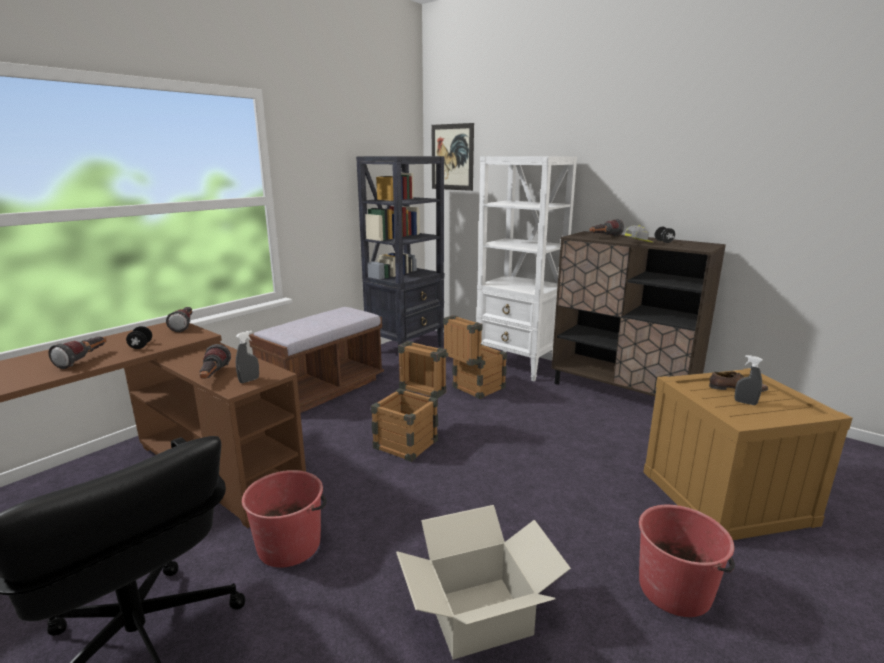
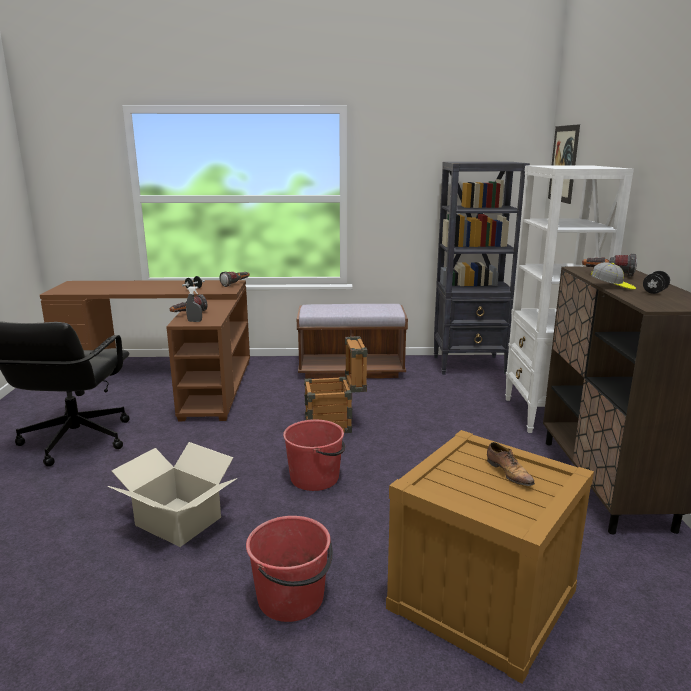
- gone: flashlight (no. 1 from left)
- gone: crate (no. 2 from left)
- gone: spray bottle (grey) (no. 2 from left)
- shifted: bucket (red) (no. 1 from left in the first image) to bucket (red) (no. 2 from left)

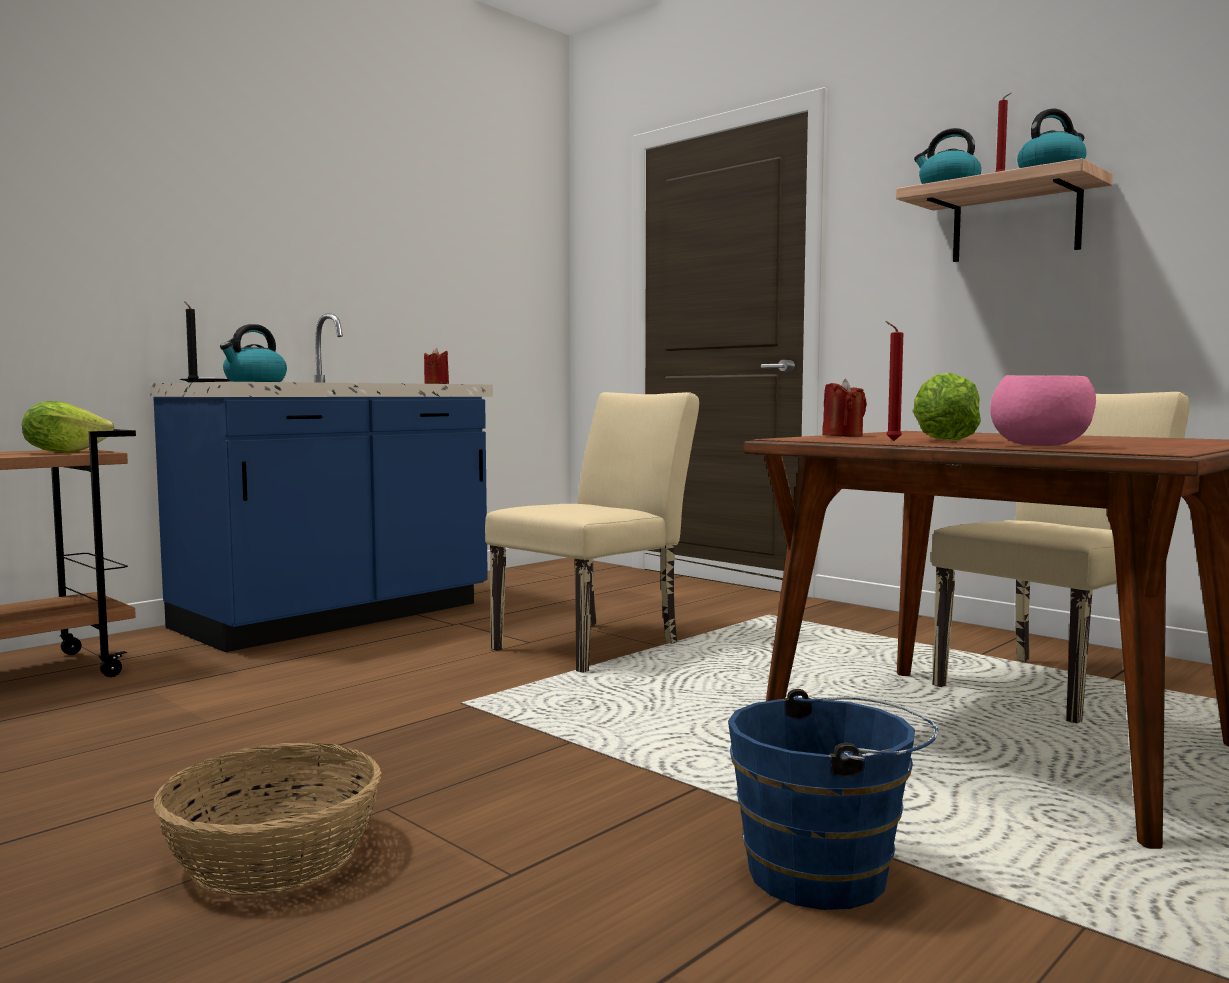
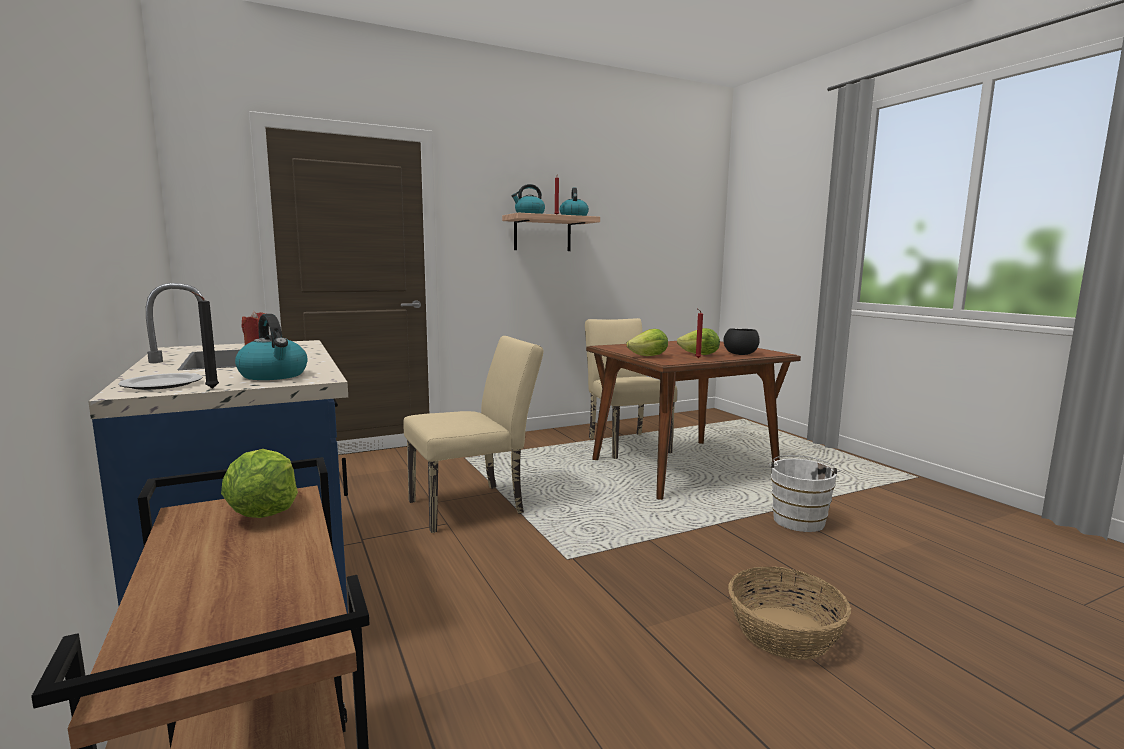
- swapped: candle (red) (no. 2 from left) to lettuce (no. 2 from left)
- repainted: bucket (blue) to bucket (white)
- repainted: bowl (pink) to bowl (black)
- rotated: chair (beige) (no. 1 from left) 90 degrees clockwise

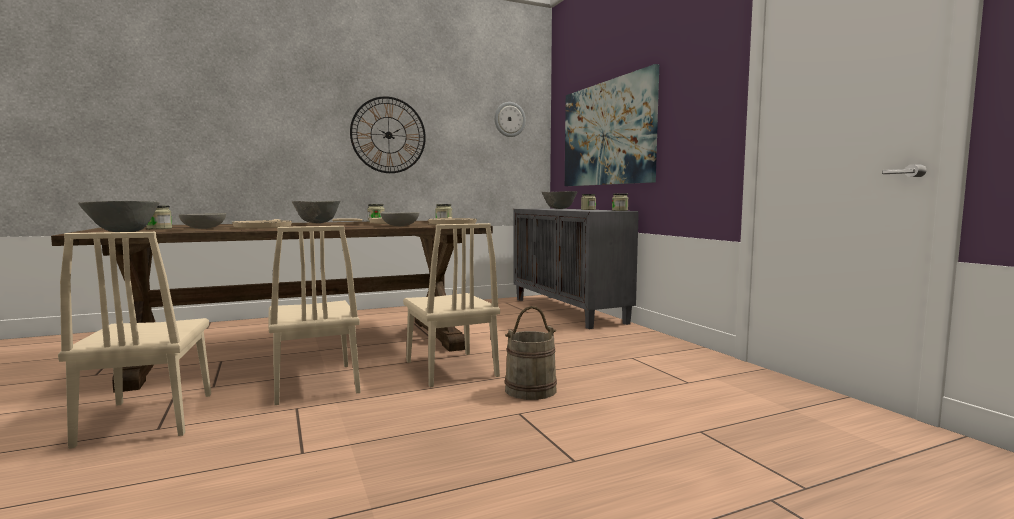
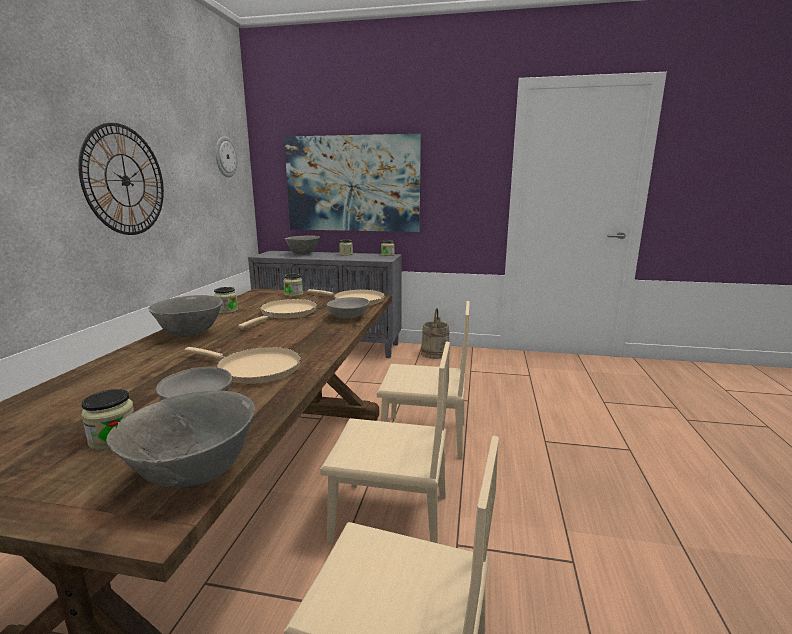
- shifted: bucket (beige)

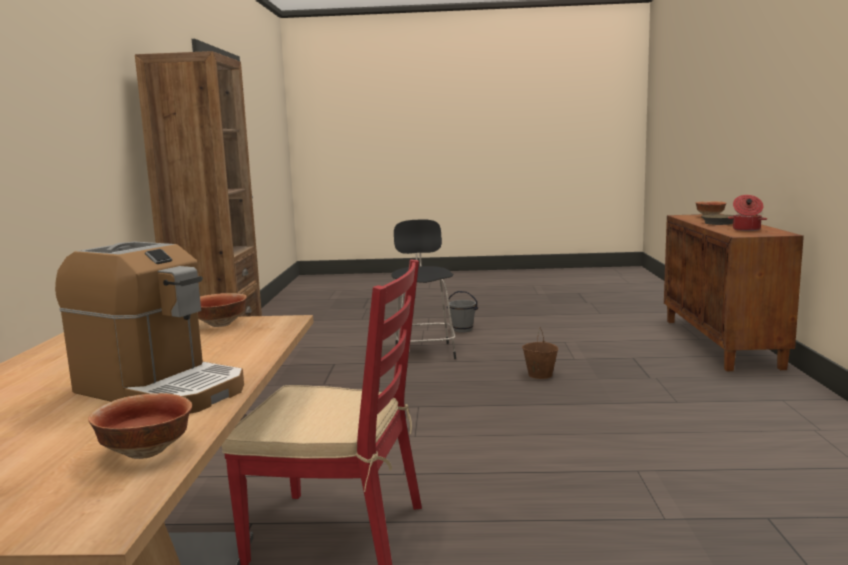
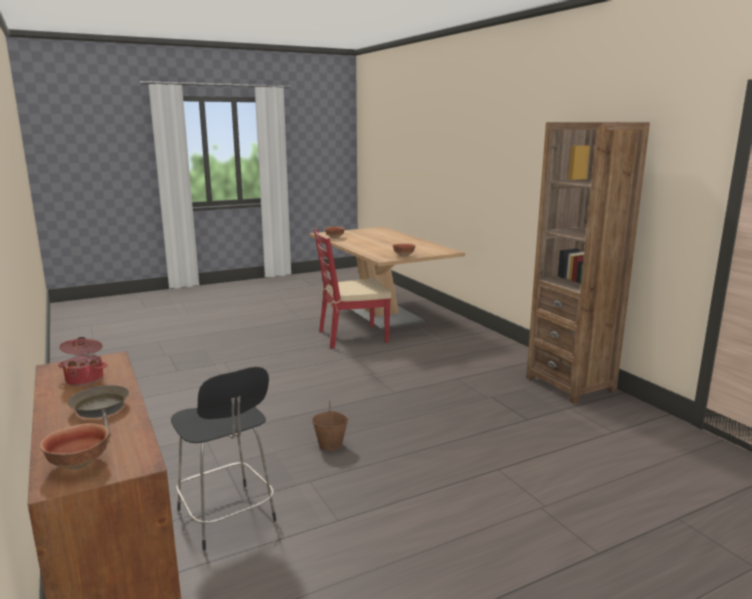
- gone: coffee machine
- gone: bucket (grey)
- shifted: stool (black)

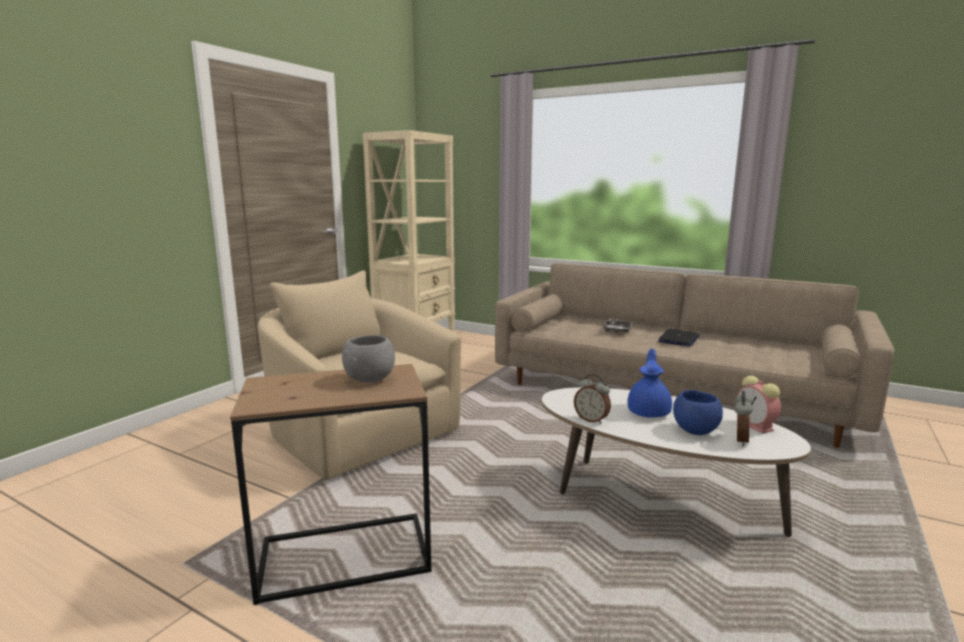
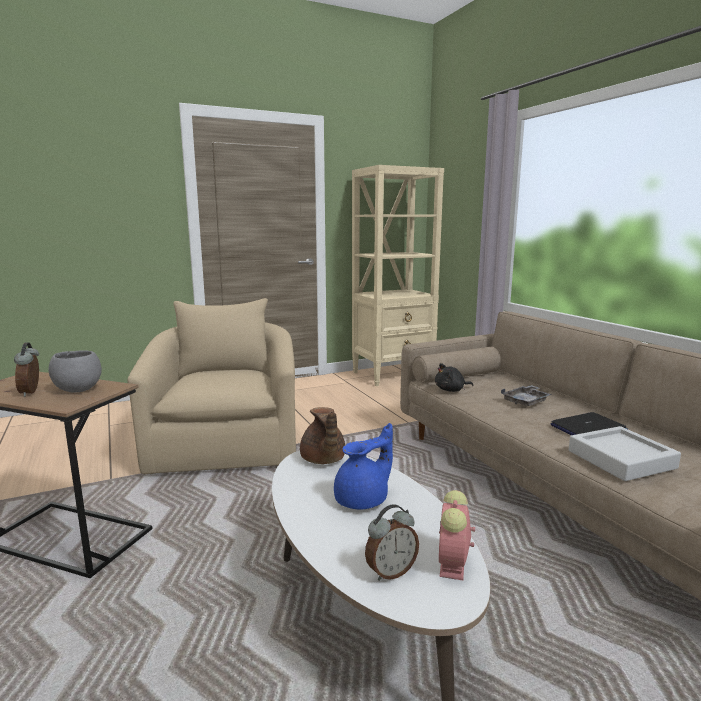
- gone: bowl (blue)
- new: teapot (brown)
- new: plush toy (black)
- new: tray (grey) (no. 2 from left)
- shifted: alarm clock (no. 1 from left)

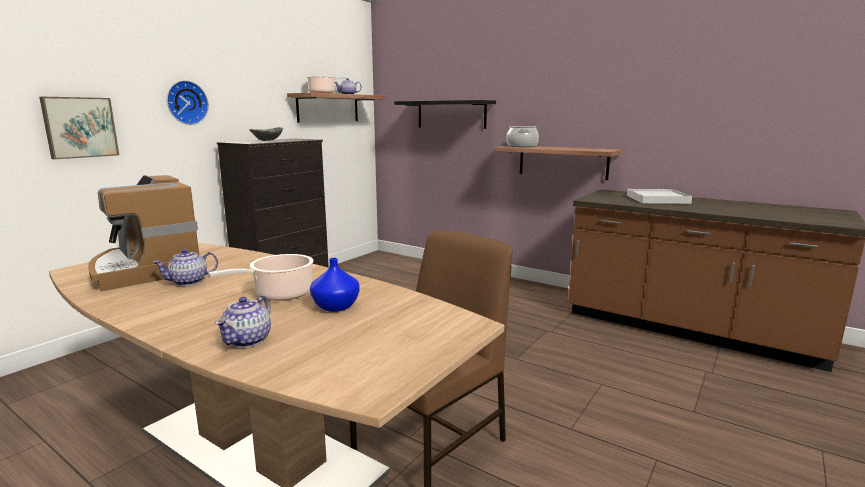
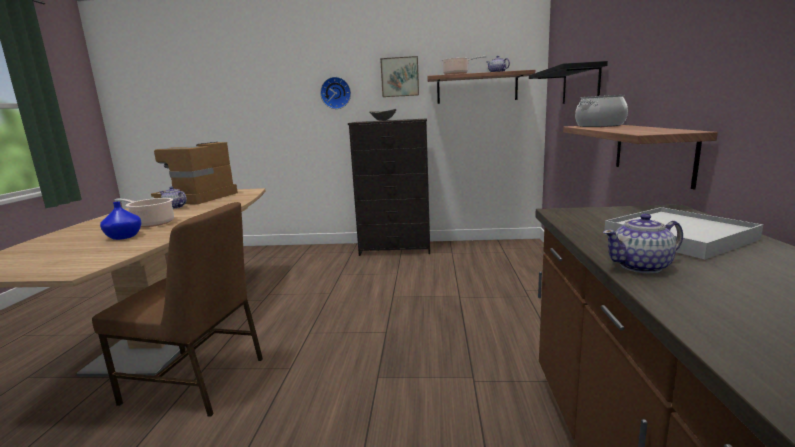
- shifted: picture
- shifted: teapot (no. 2 from left in the first image) to teapot (no. 3 from left)

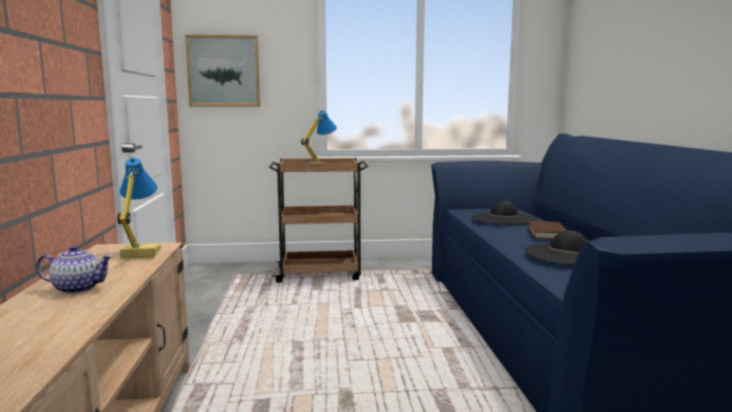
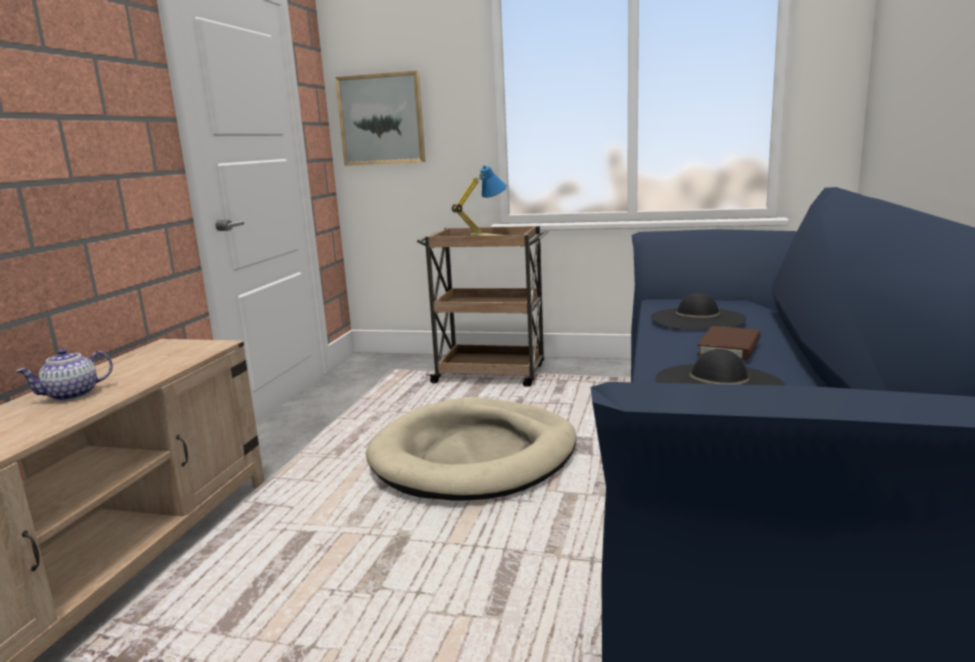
- gone: table lamp (no. 1 from left)
- new: dog bed (beige)
- rotated: teapot 120 degrees clockwise

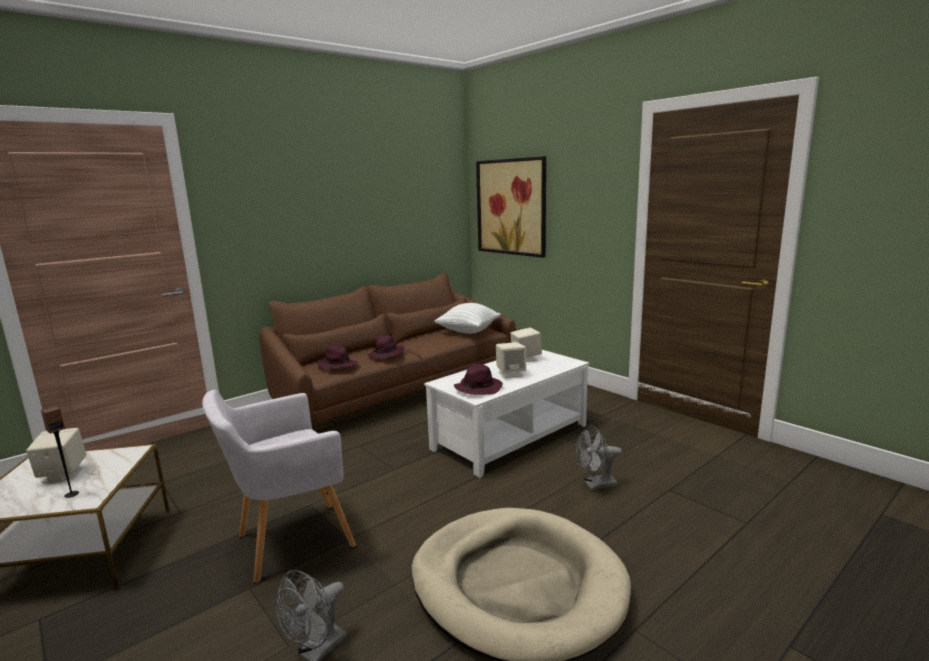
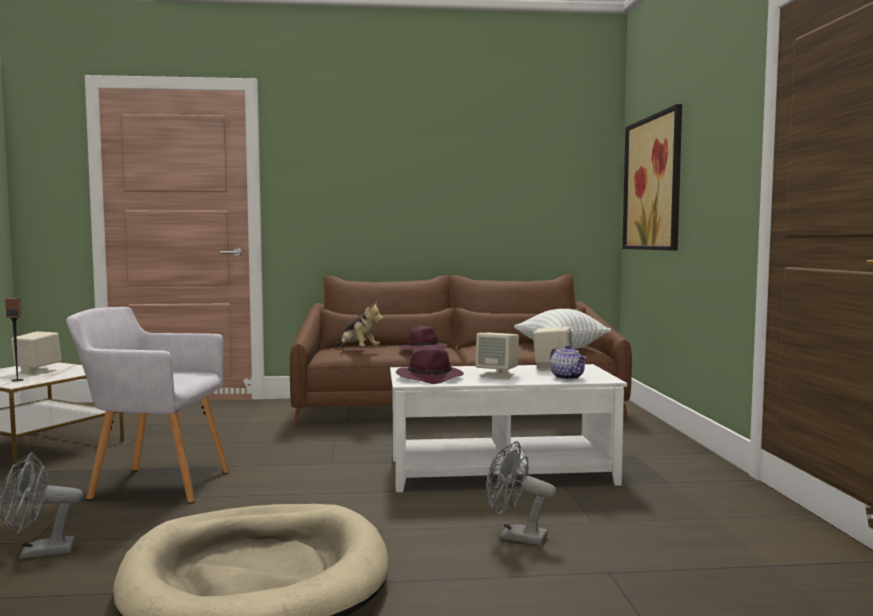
- new: teapot
- swapped: hat (purple) (no. 1 from left) to plush toy

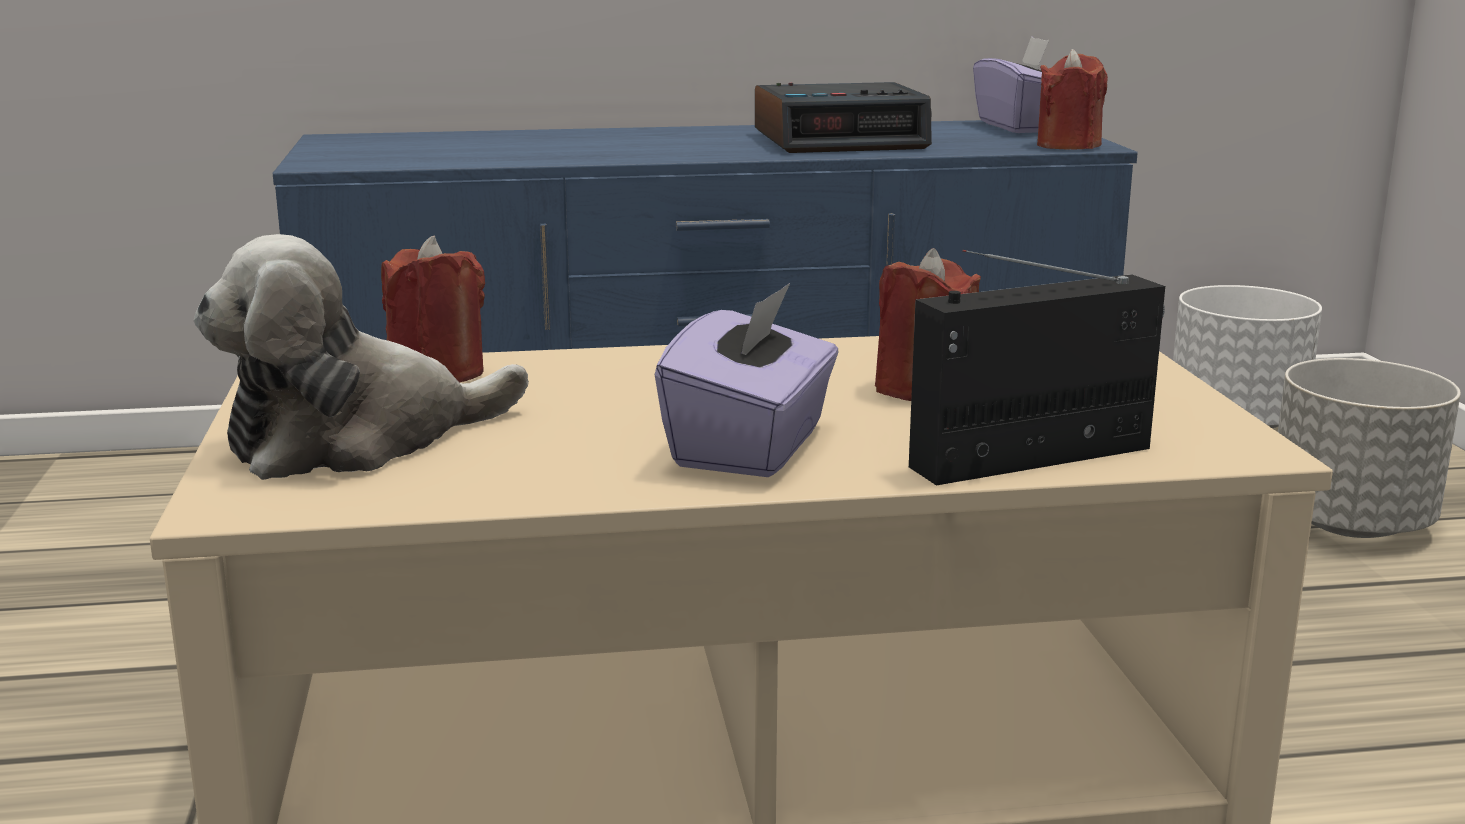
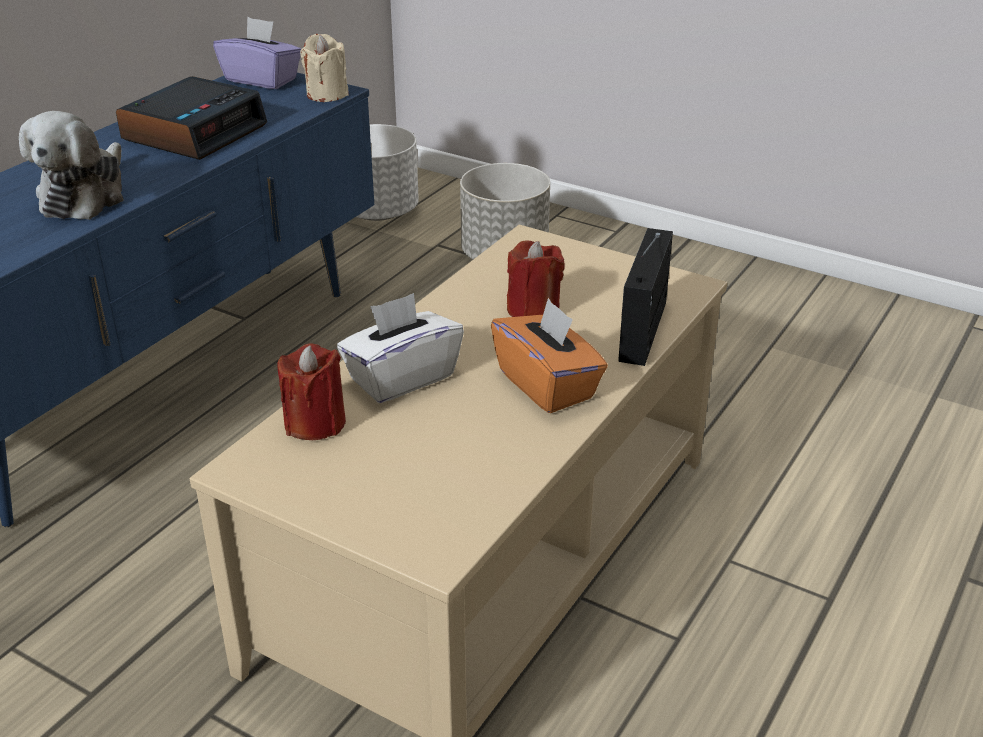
- new: tissue box (white)
- shifted: plush toy
- repainted: tissue box (purple) (no. 1 from left) to tissue box (orange)
- repainted: candle (red) (no. 3 from left) to candle (beige)

